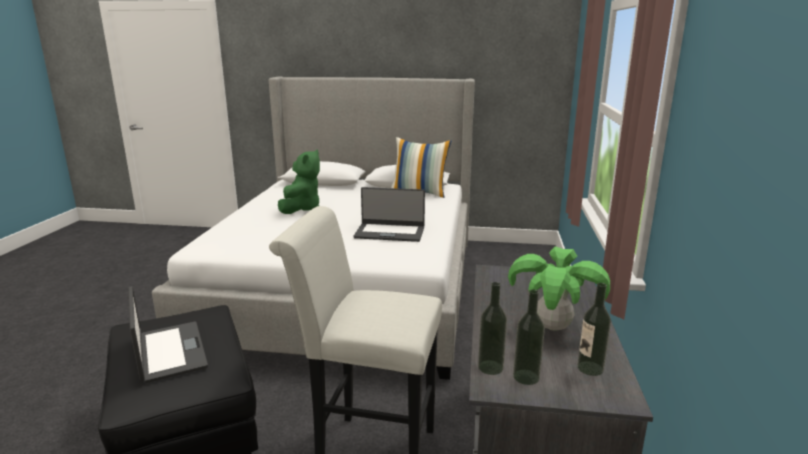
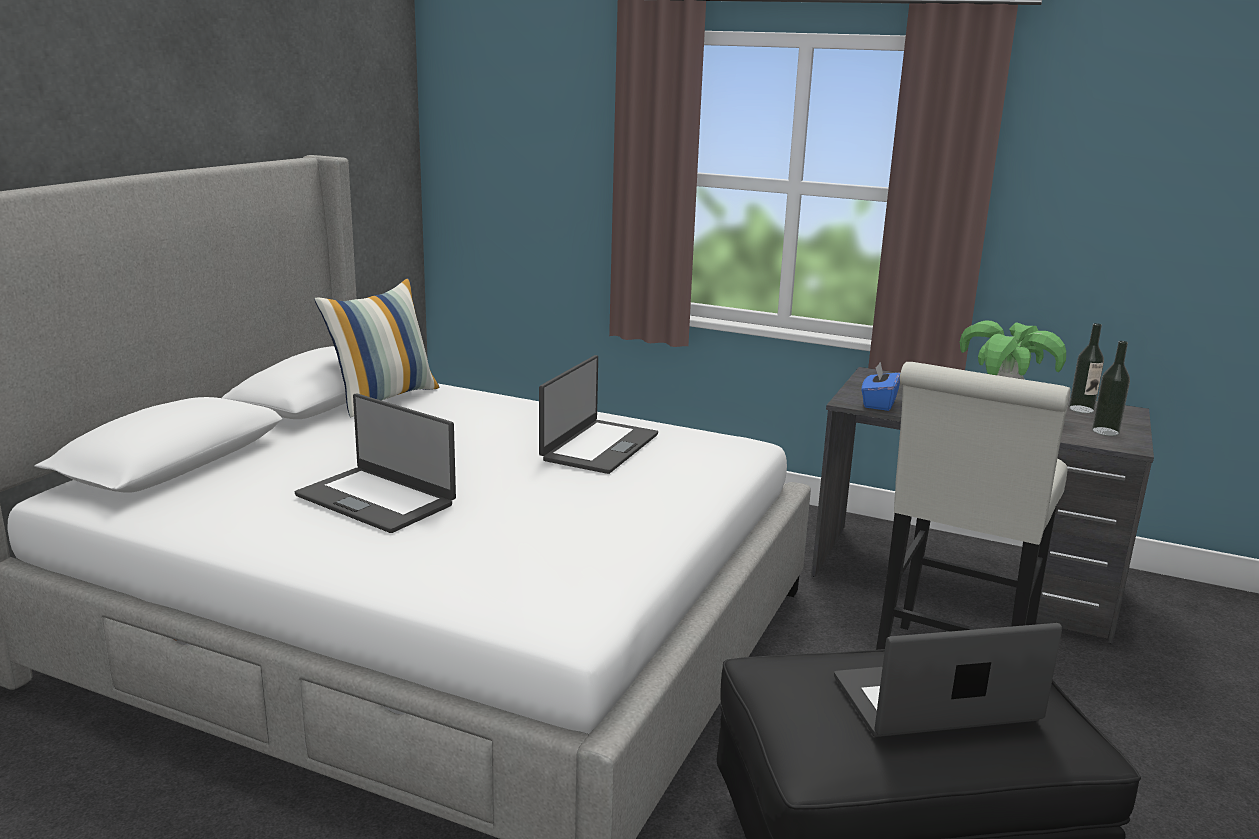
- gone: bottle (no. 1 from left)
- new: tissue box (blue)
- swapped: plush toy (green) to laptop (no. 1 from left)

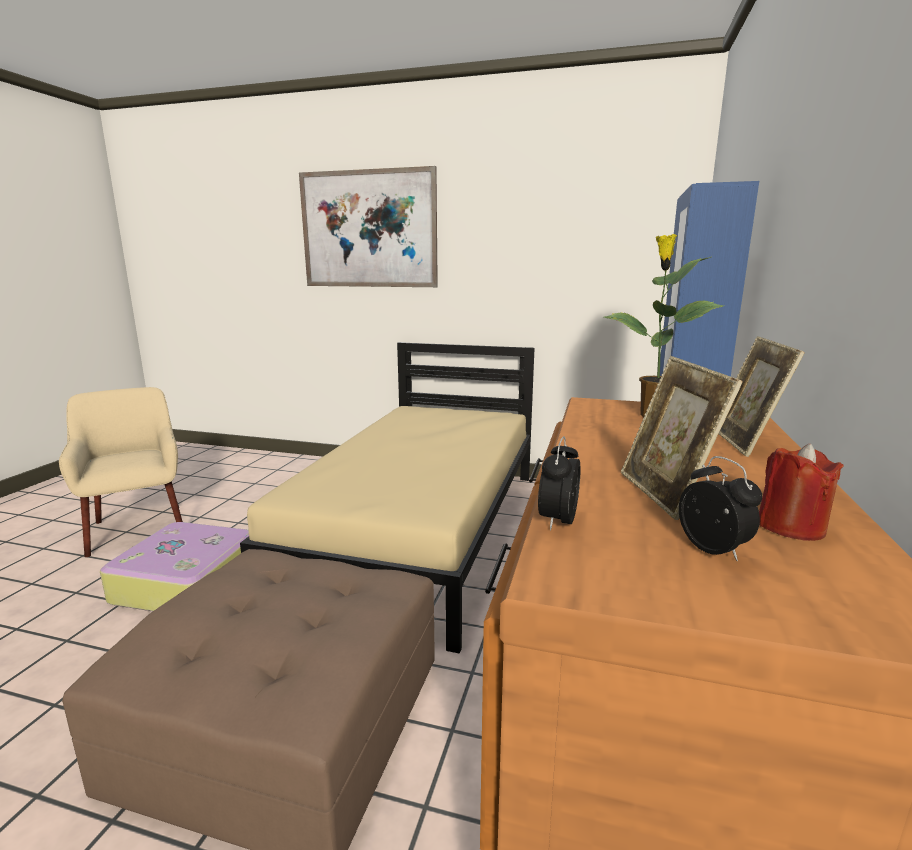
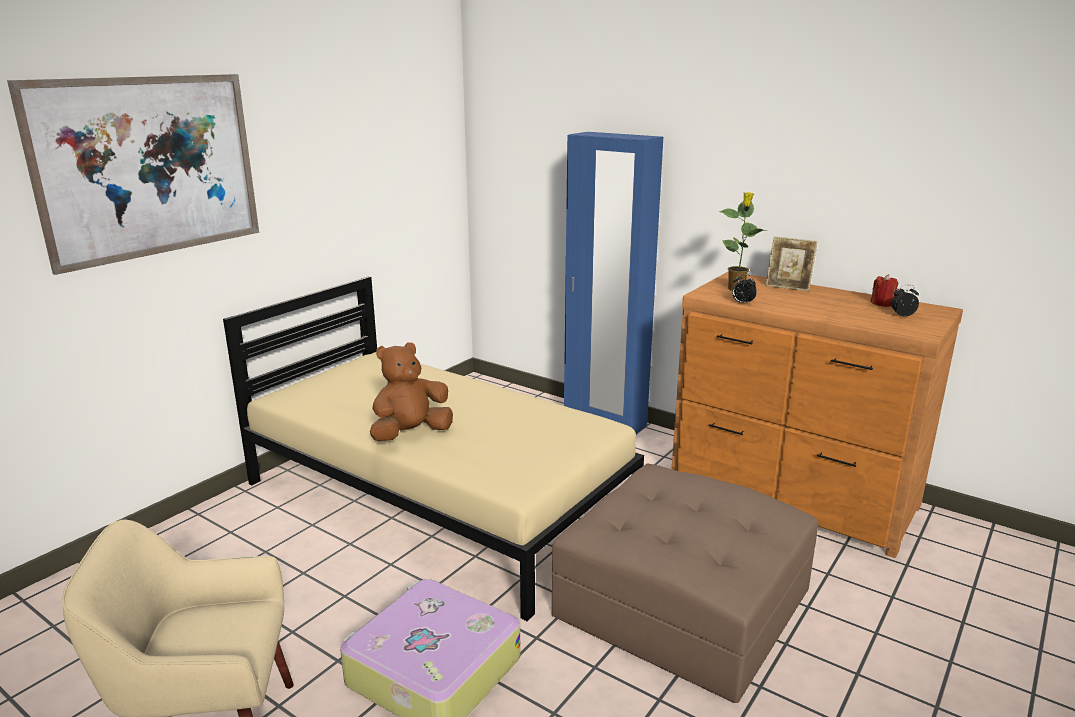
- gone: picture frame (no. 1 from left)
- new: plush toy (brown)
- shifted: alarm clock (no. 1 from left)

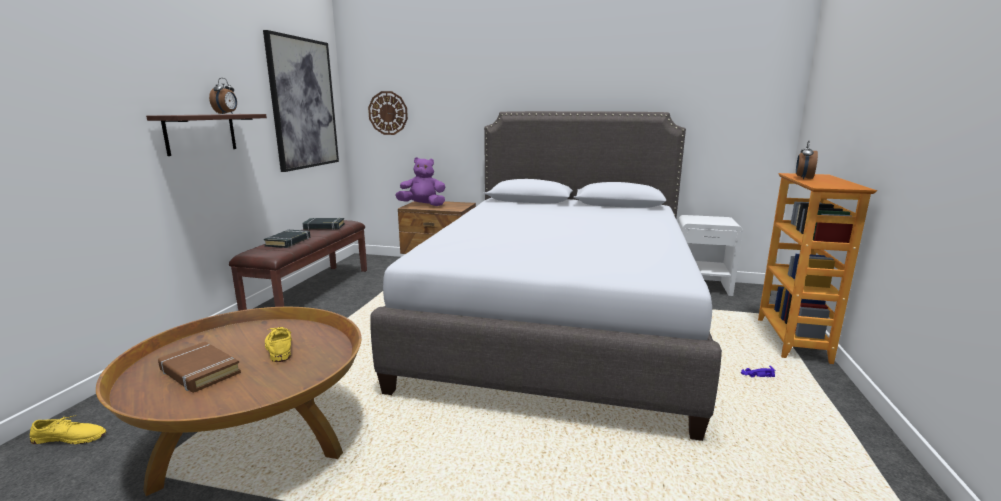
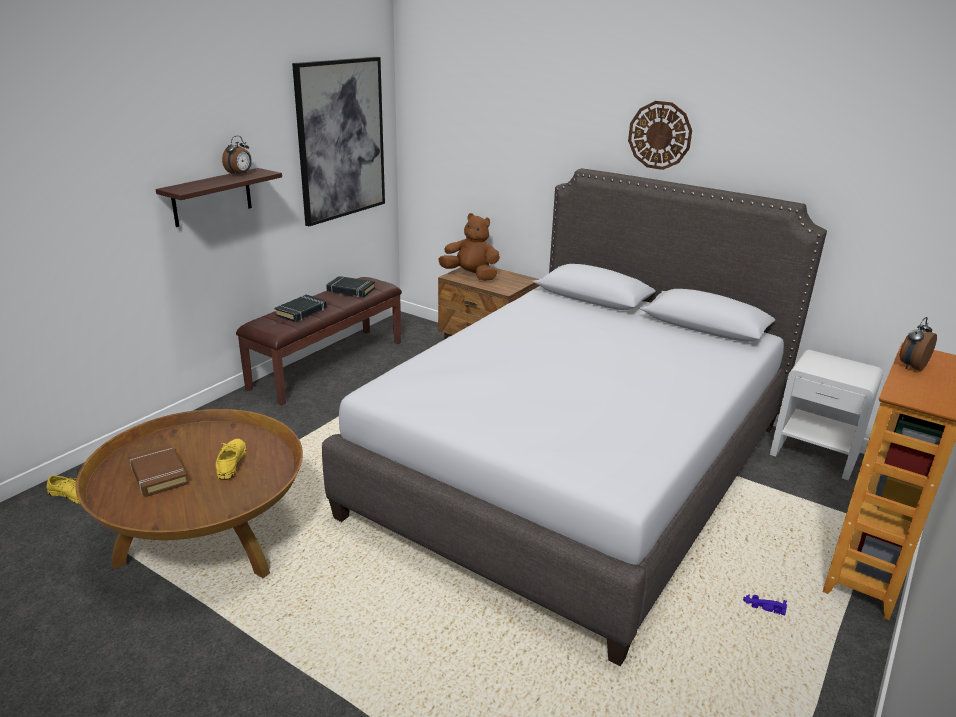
- shifted: wall clock
- repainted: plush toy (purple) to plush toy (brown)

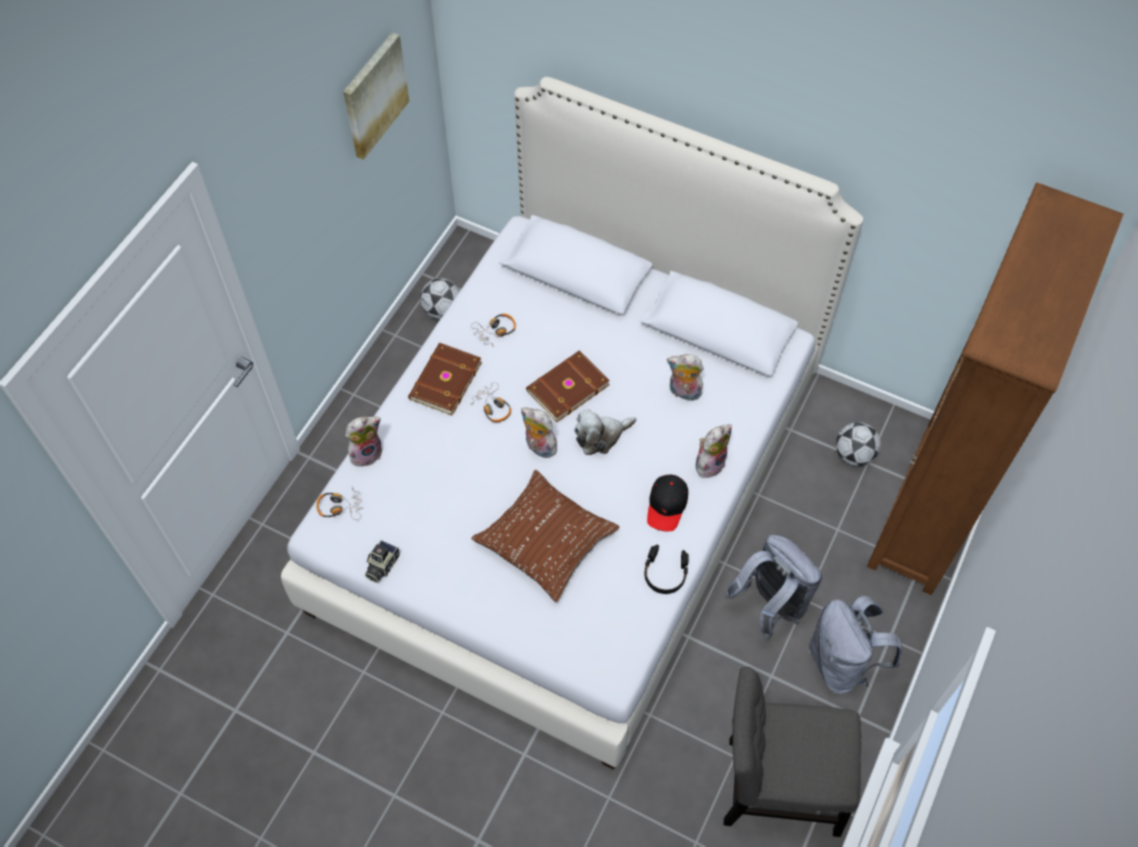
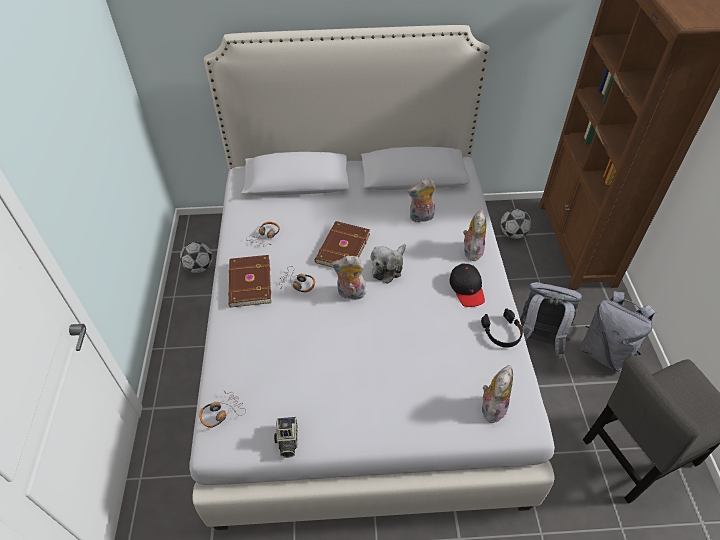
- gone: picture
- gone: pillow (brown)
- shifted: plush toy (no. 1 from left in the first image) to plush toy (no. 5 from left)

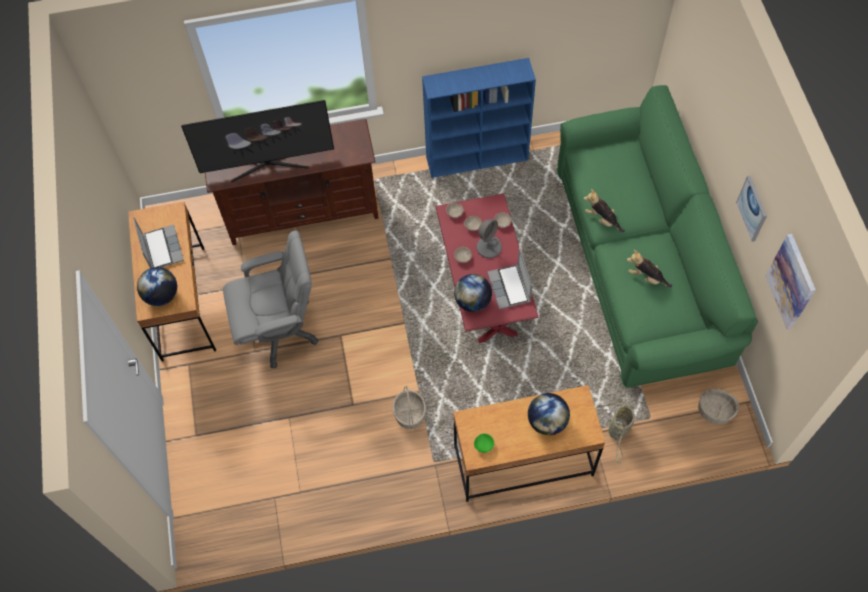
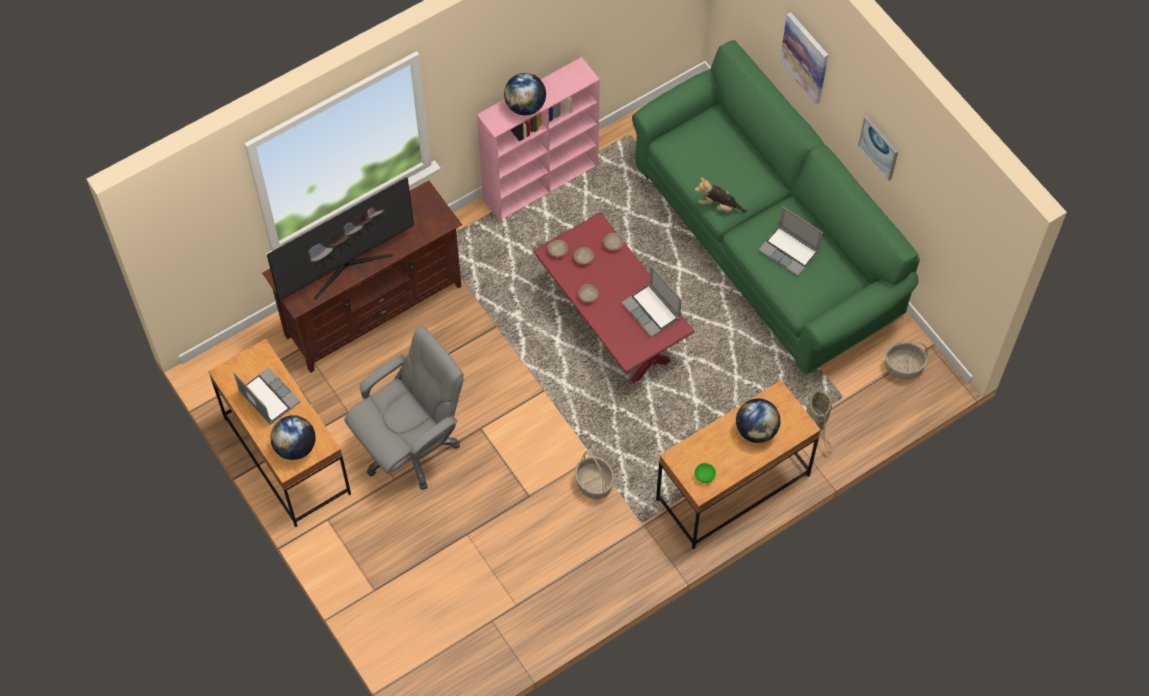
- gone: table lamp (grey)
- shifted: globe (no. 2 from left)
- shifted: picture (no. 2 from left in the first image) to picture (no. 1 from left)
- swapped: plush toy (no. 2 from left) to laptop (no. 3 from left)
- repainted: bookcase (blue) to bookcase (pink)

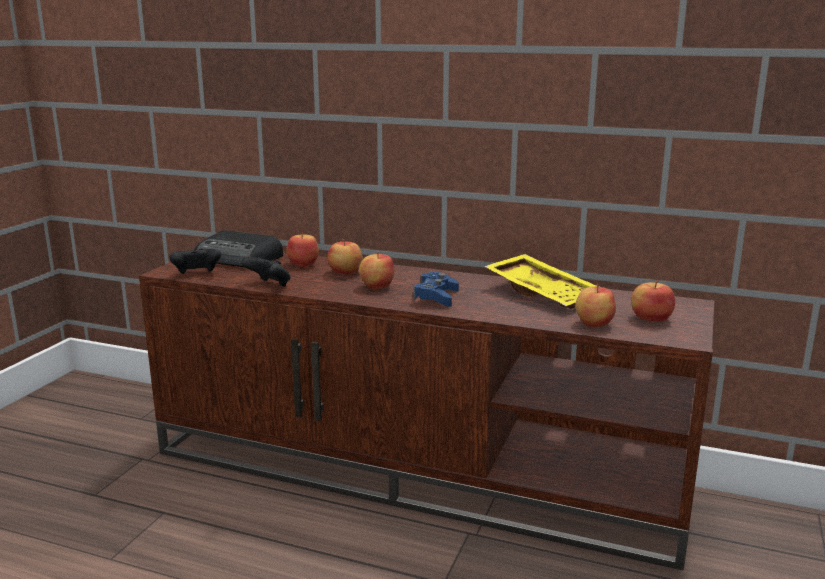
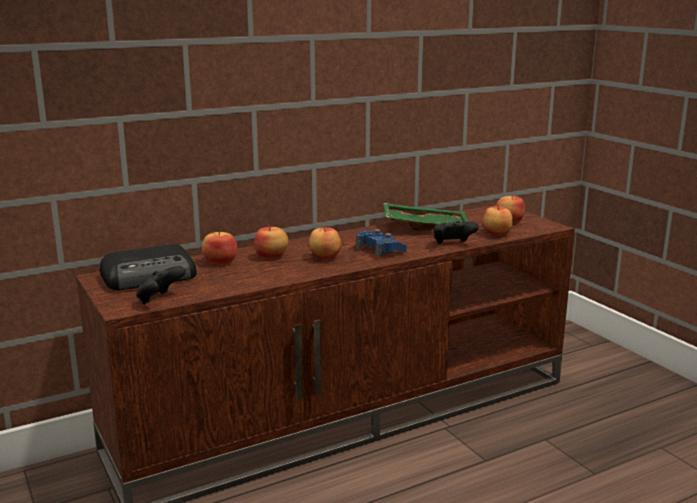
- shifted: game controller (black) (no. 2 from left)
- repainted: tray (yellow) to tray (green)

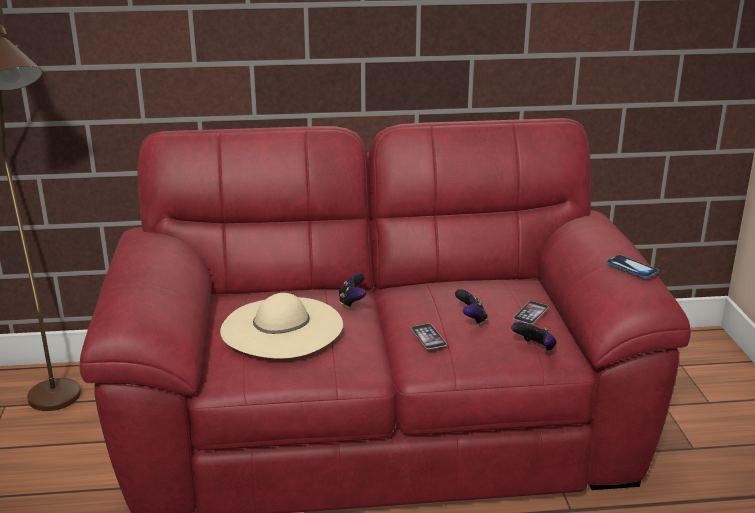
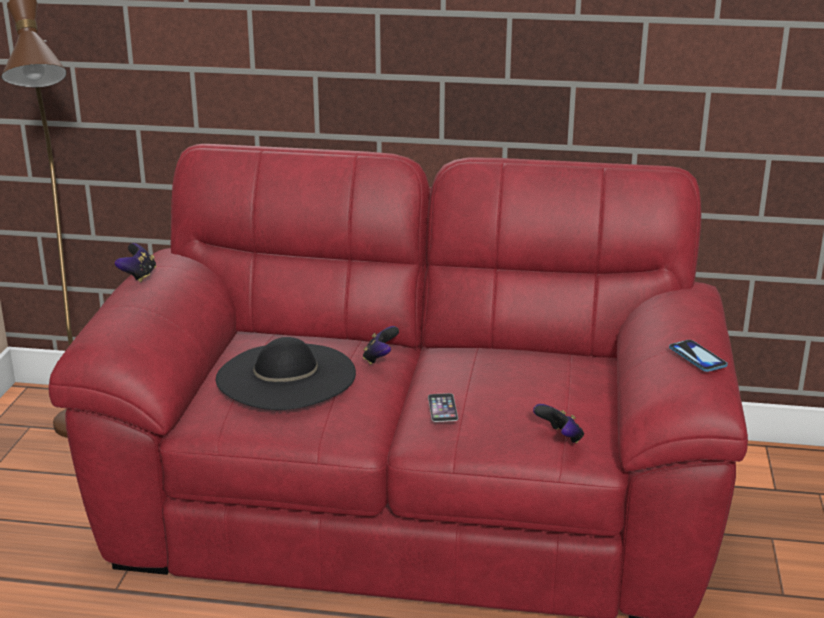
- gone: phone (no. 2 from left)
- shifted: game controller (no. 2 from left in the first image) to game controller (no. 1 from left)
- repainted: hat (beige) to hat (black)

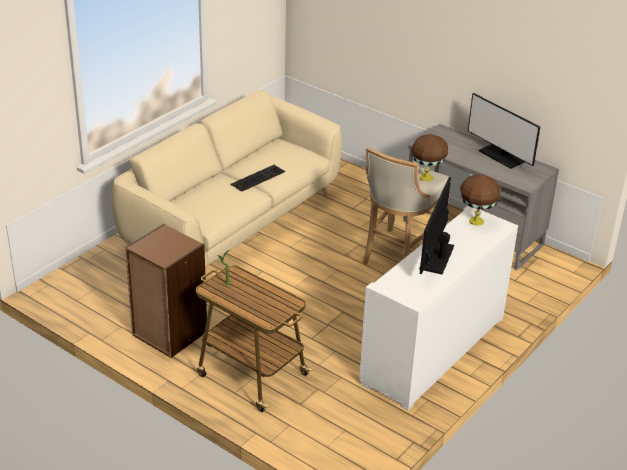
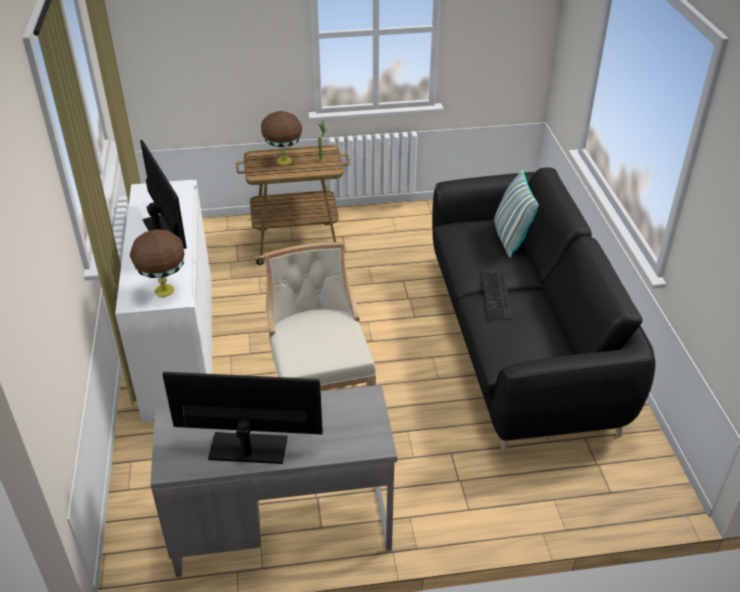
- gone: bookcase (brown)
- new: pillow
- shifted: table lamp (brown) (no. 1 from left in the first image) to table lamp (brown) (no. 2 from left)
- repainted: sofa (beige) to sofa (black)

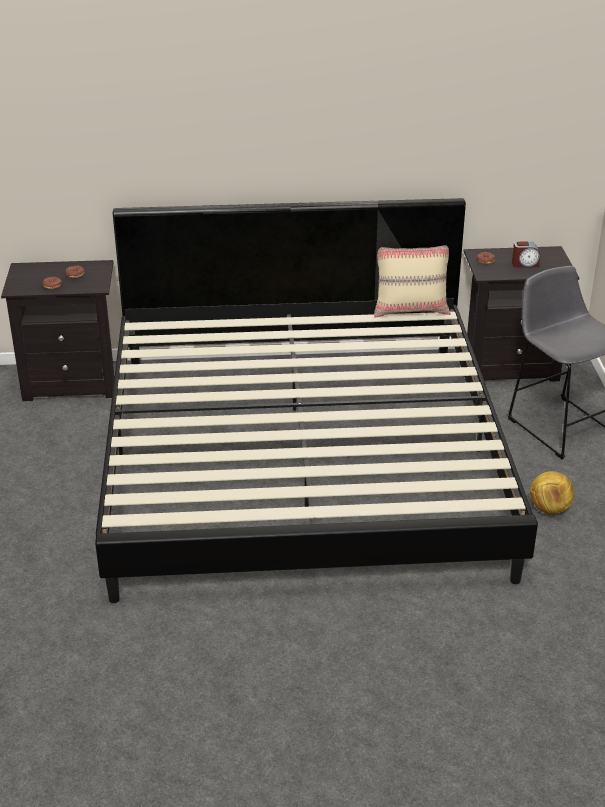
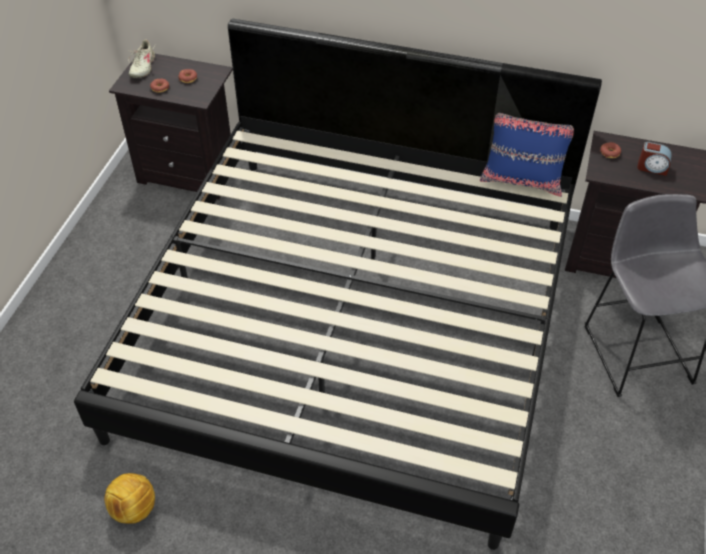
- new: shoe (beige)
- shifted: football
- repainted: pillow (beige) to pillow (blue)

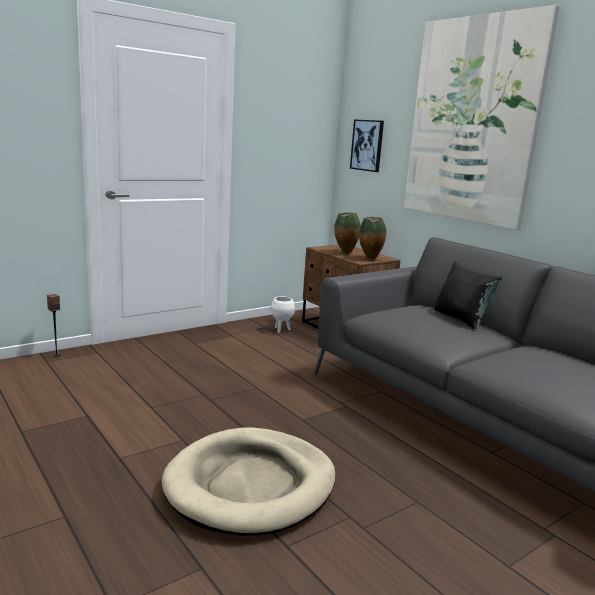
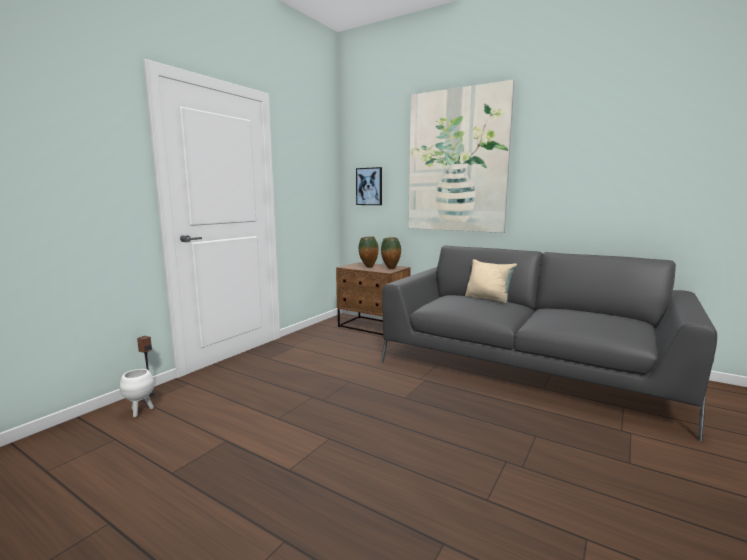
- gone: dog bed (beige)
- shifted: planter (white)
- repainted: pillow (black) to pillow (beige)

